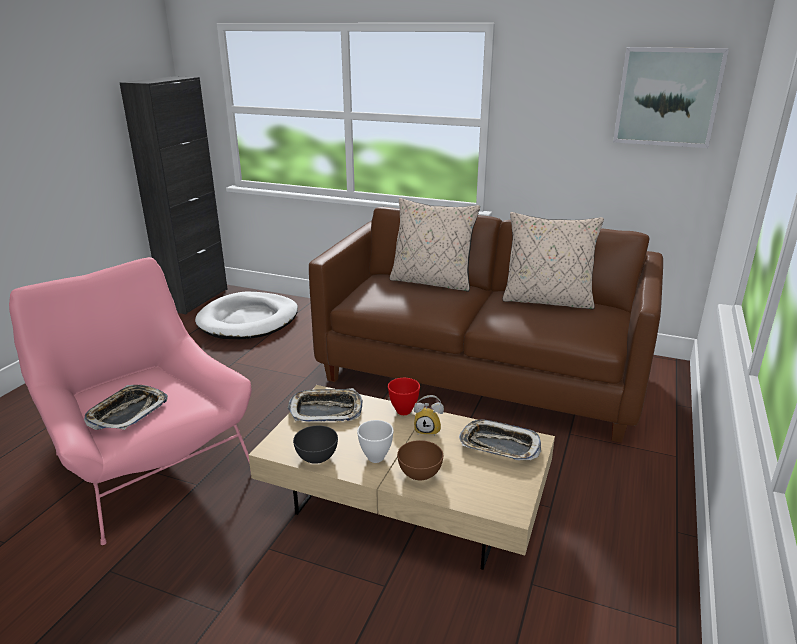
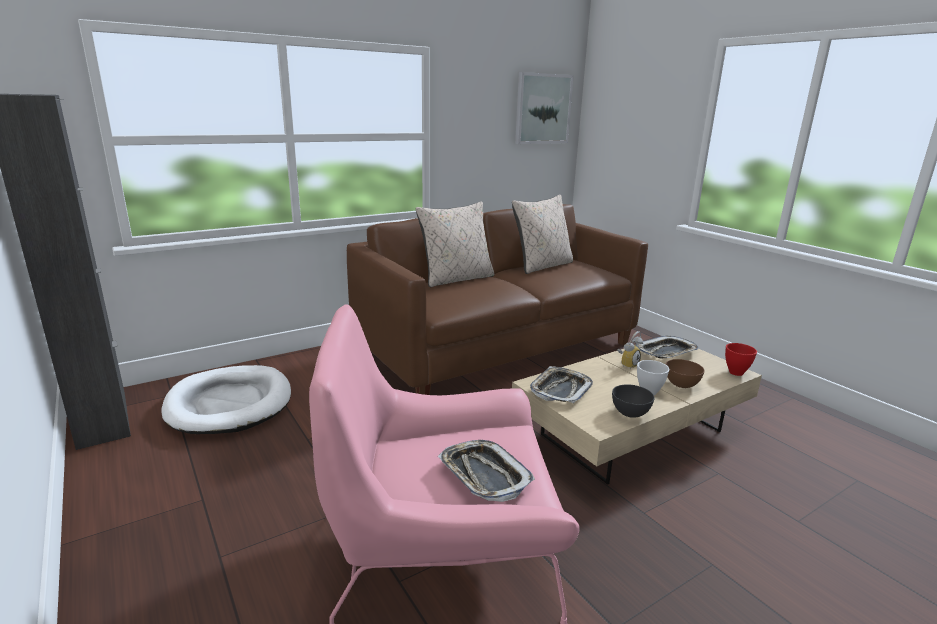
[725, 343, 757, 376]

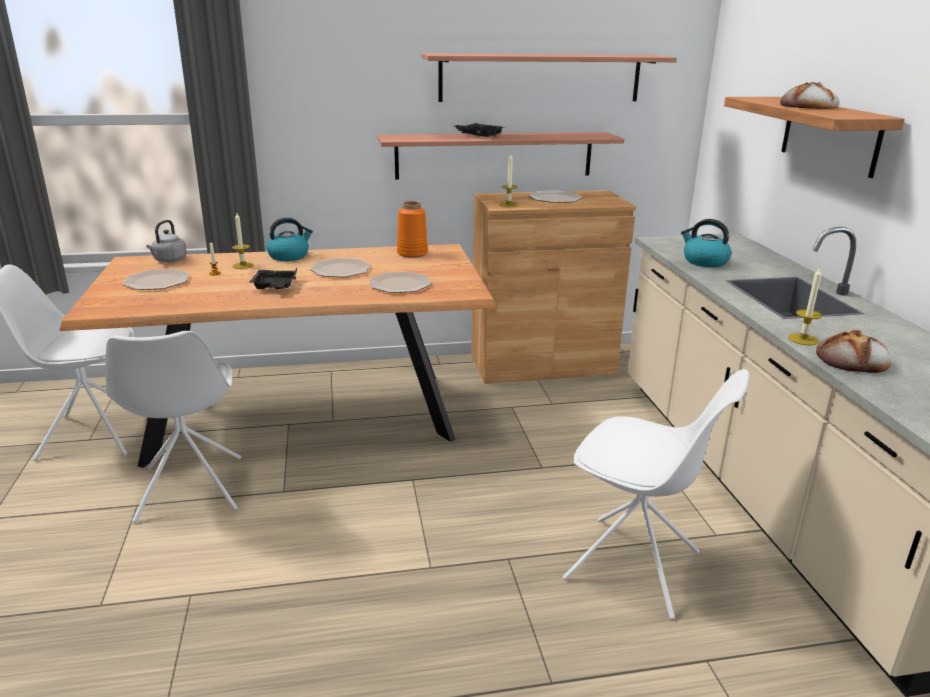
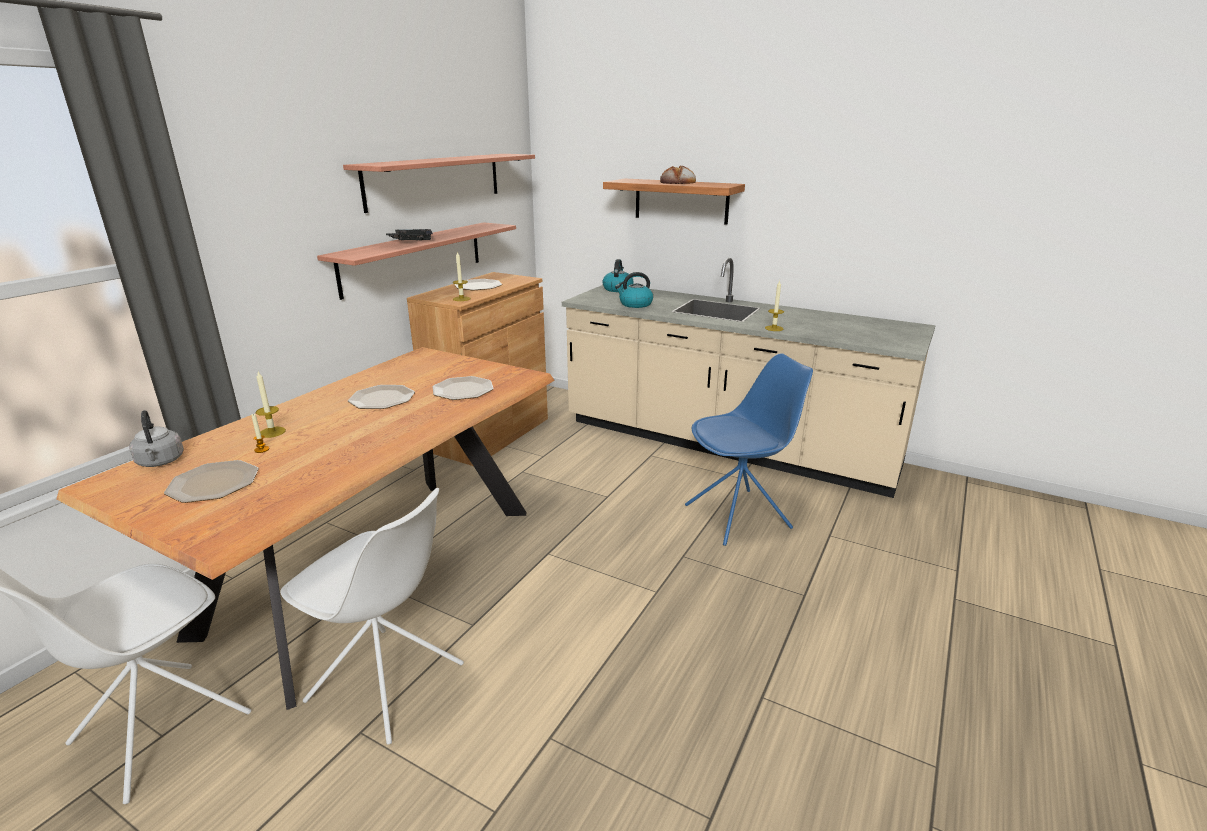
[602, 259, 634, 292]
[685, 353, 813, 546]
[249, 268, 297, 289] (first image)
[397, 201, 428, 258] (first image)
[816, 330, 891, 373] (first image)

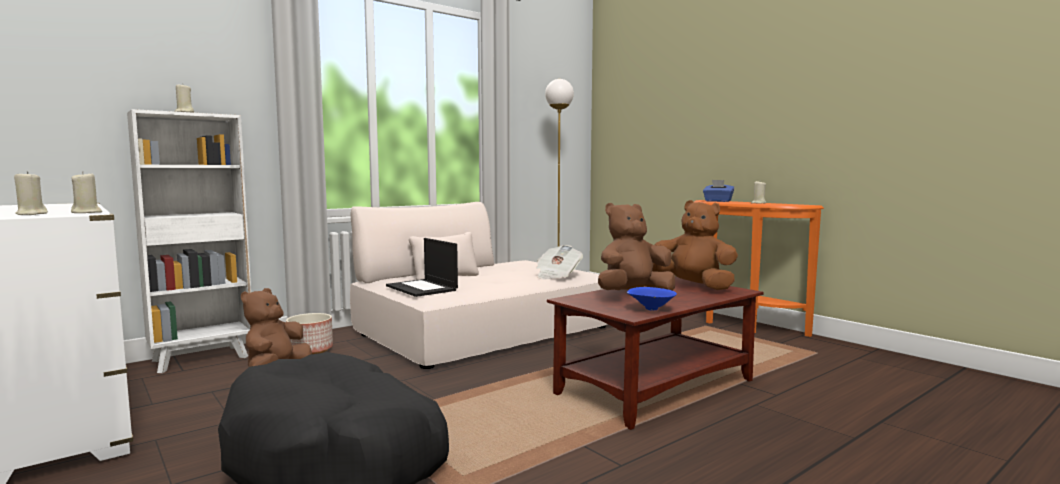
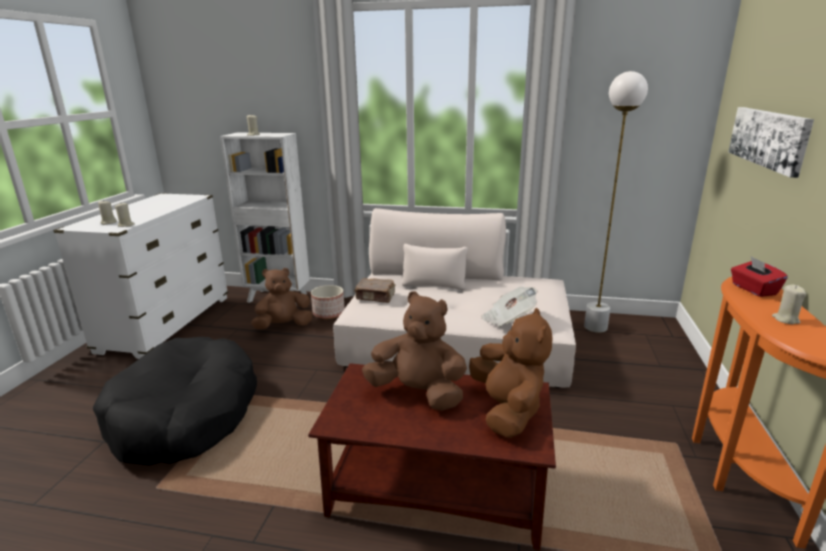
[354, 278, 395, 303]
[728, 107, 814, 178]
[731, 257, 788, 297]
[627, 287, 677, 310] (first image)

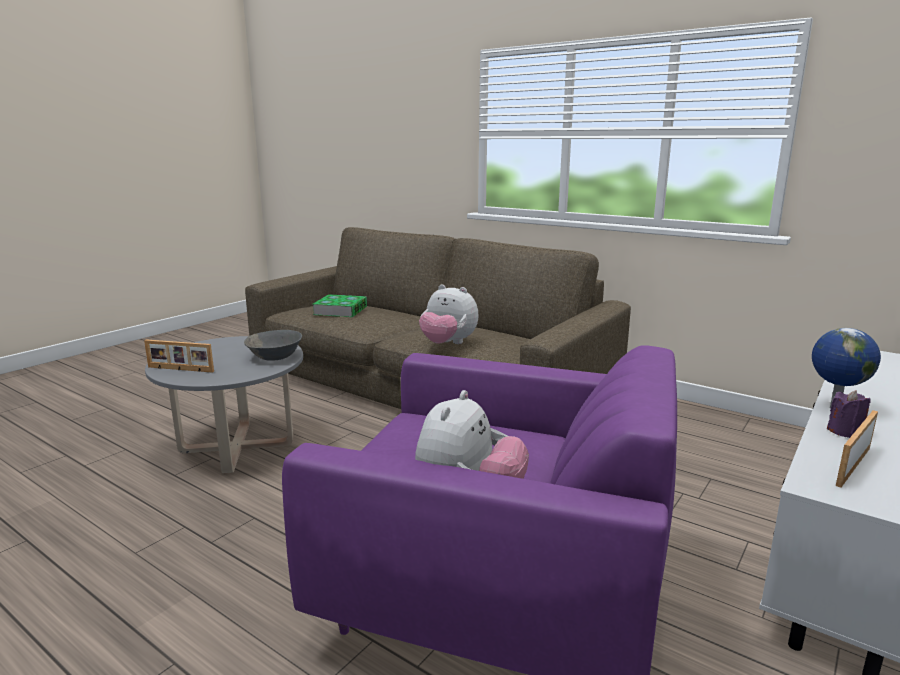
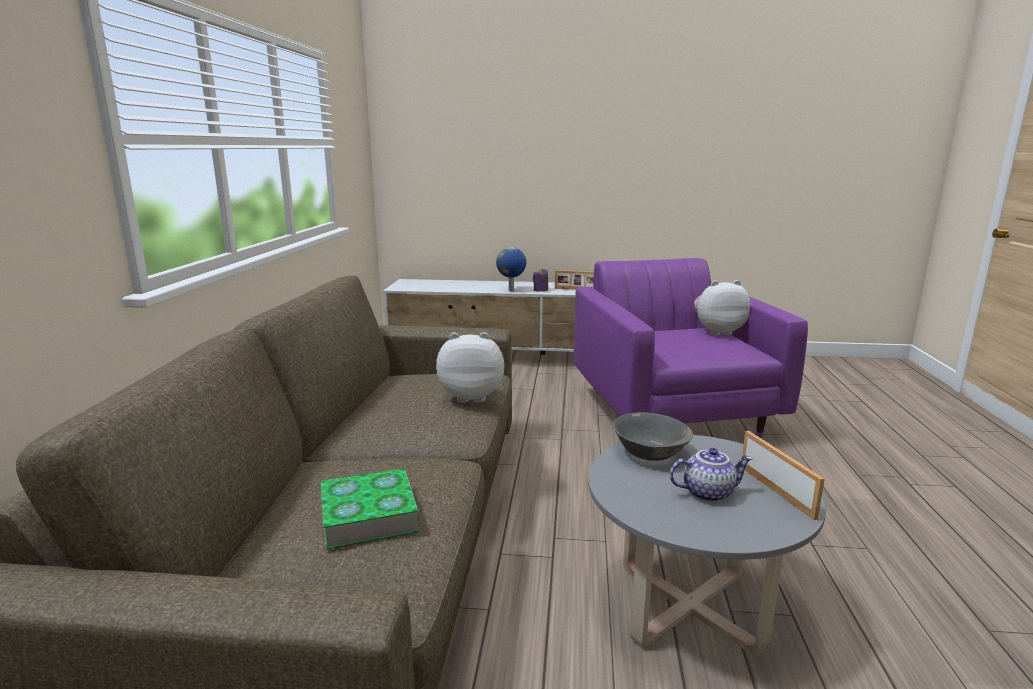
[436, 332, 504, 403]
[670, 448, 753, 502]

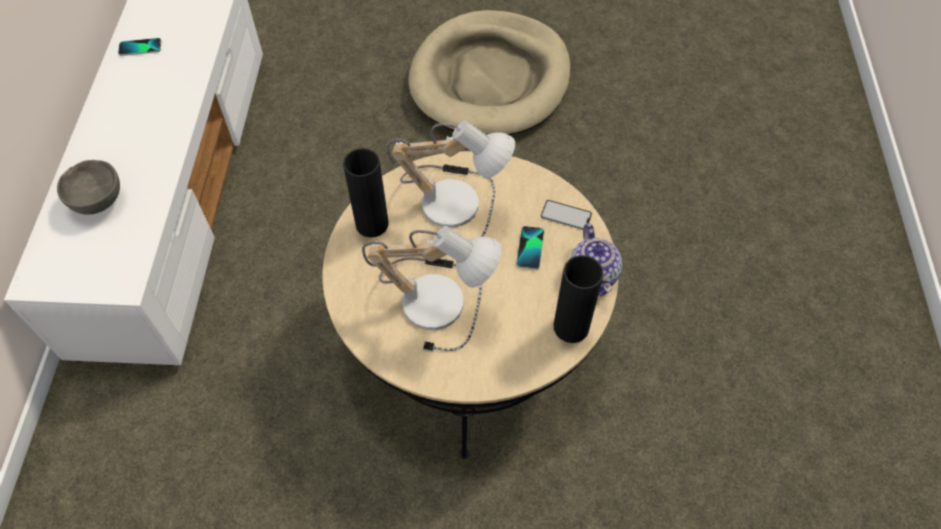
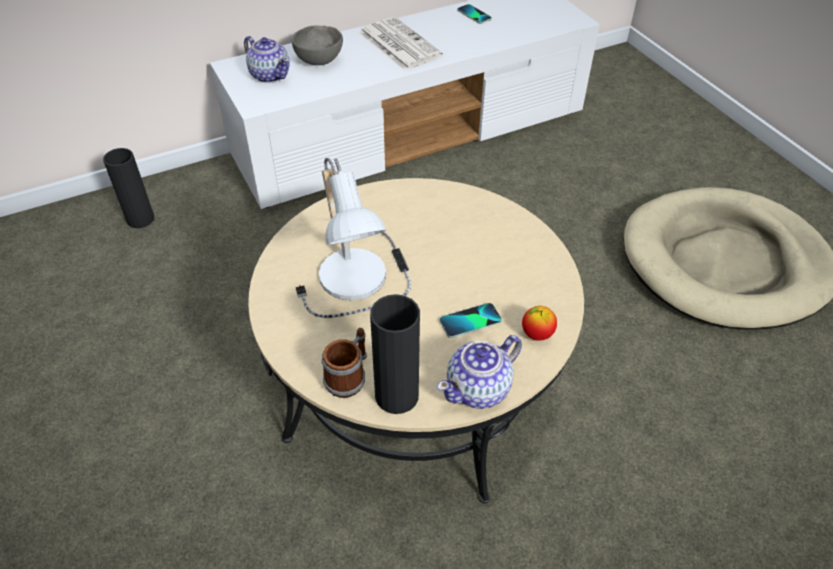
[103, 148, 154, 228]
[244, 36, 290, 83]
[322, 328, 367, 398]
[360, 17, 443, 70]
[522, 306, 557, 341]
[386, 120, 515, 237] (first image)

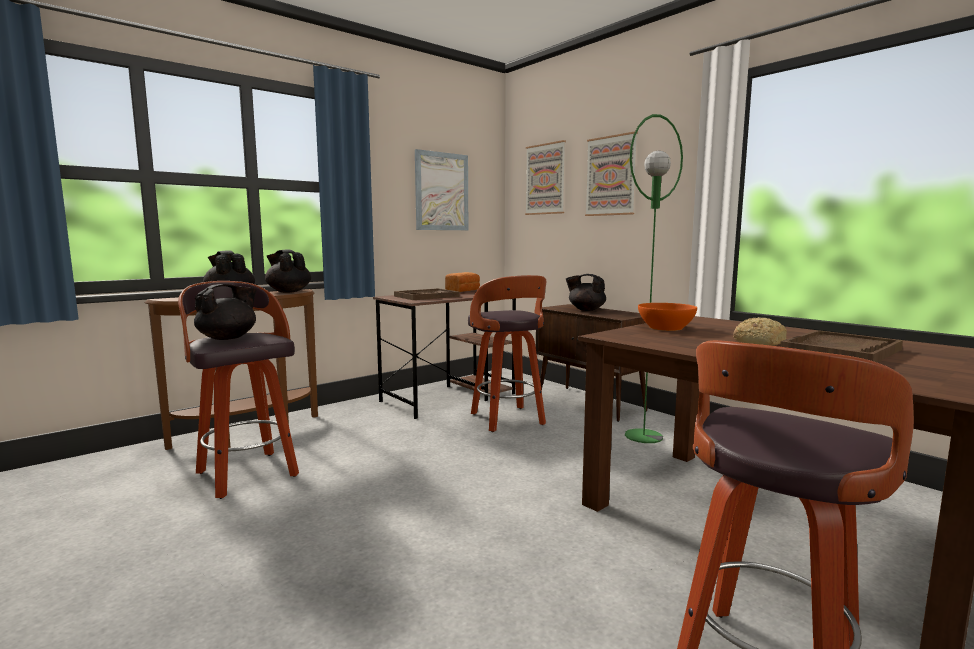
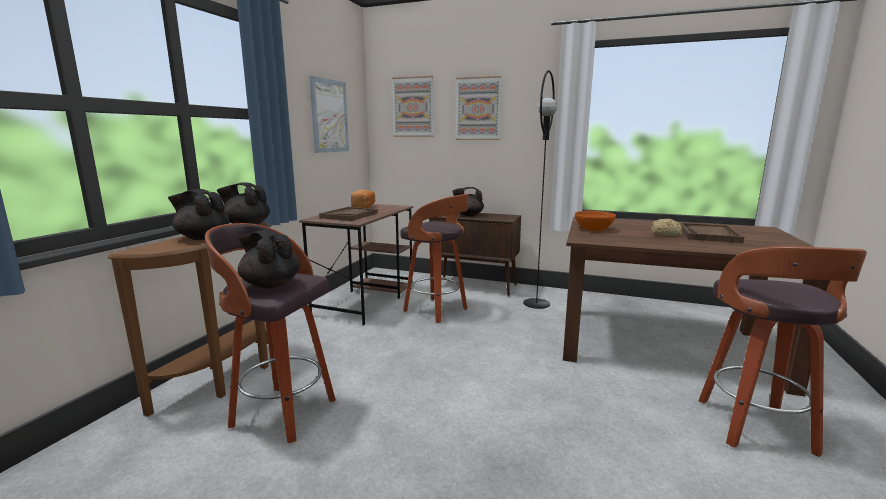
[238, 229, 300, 288]
[523, 70, 557, 309]

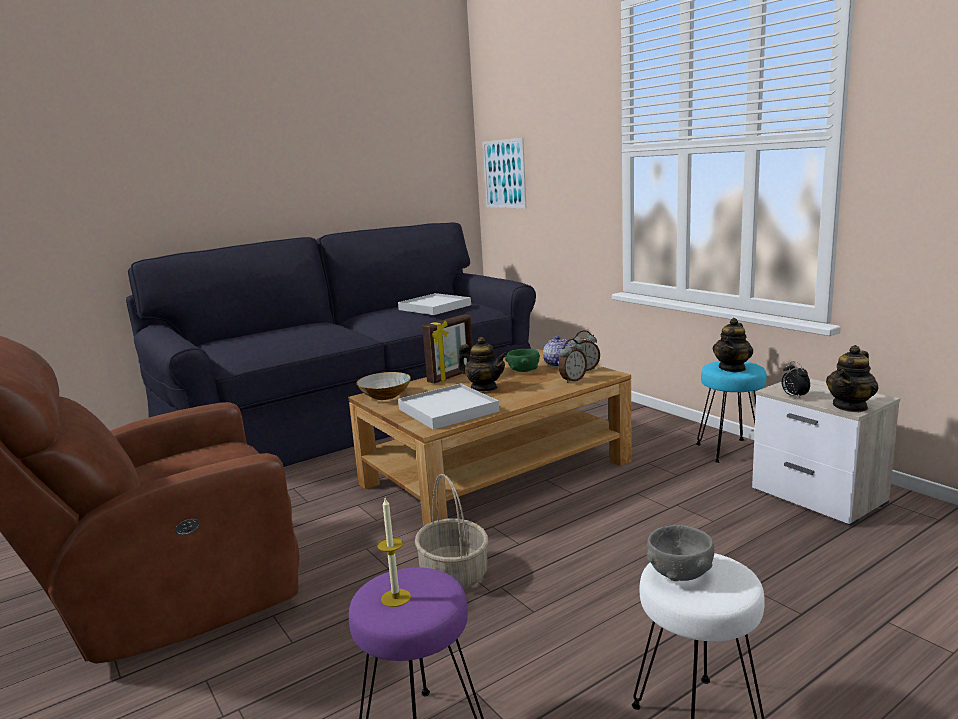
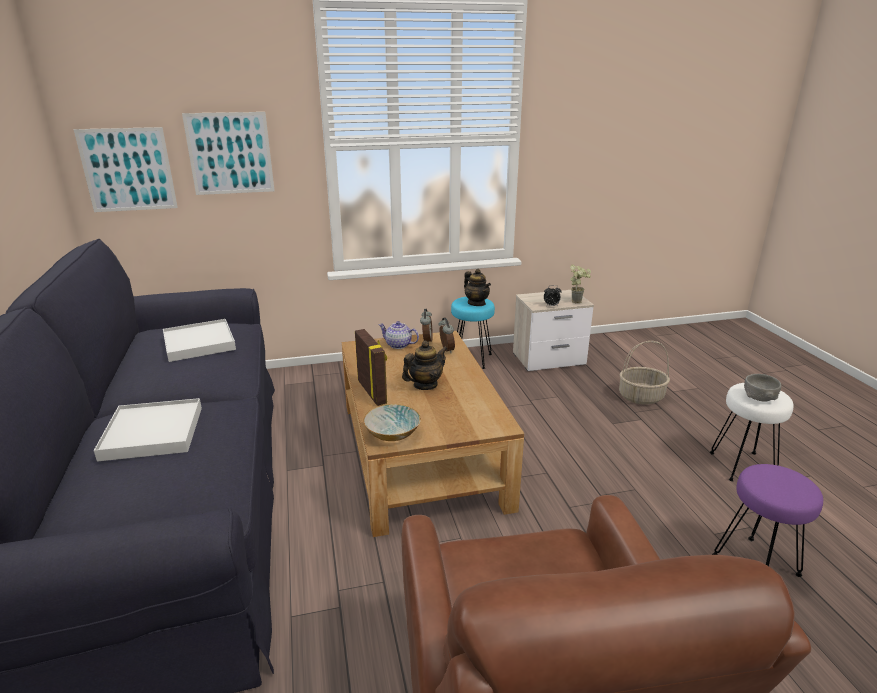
[94, 398, 202, 462]
[182, 112, 275, 195]
[570, 265, 591, 303]
[619, 341, 670, 405]
[377, 498, 411, 607] (first image)
[505, 349, 540, 372] (first image)

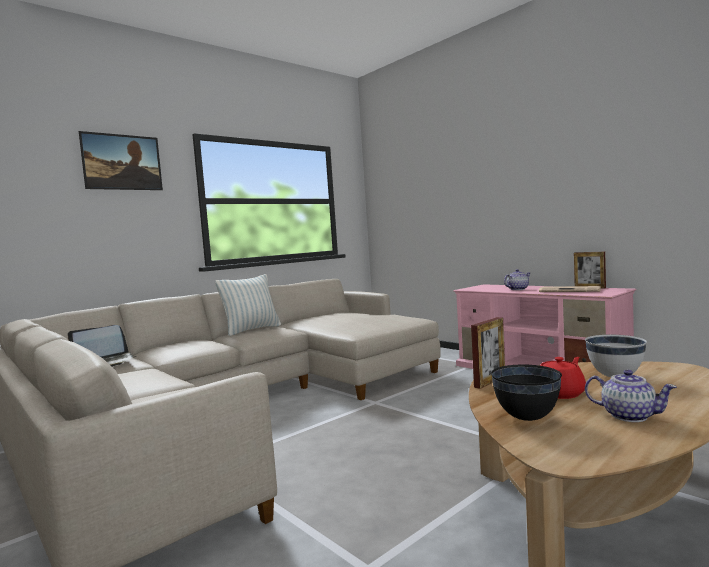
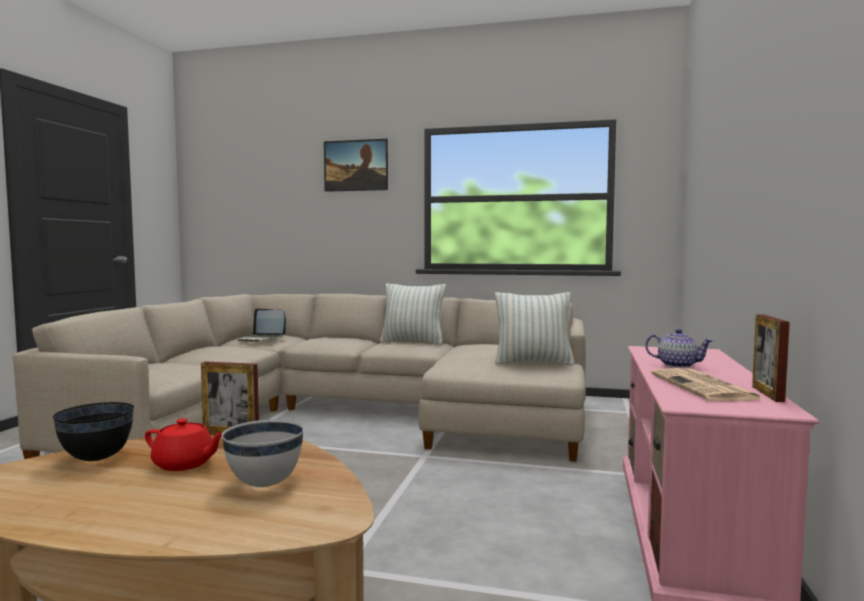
[495, 292, 574, 365]
[585, 370, 677, 422] (first image)

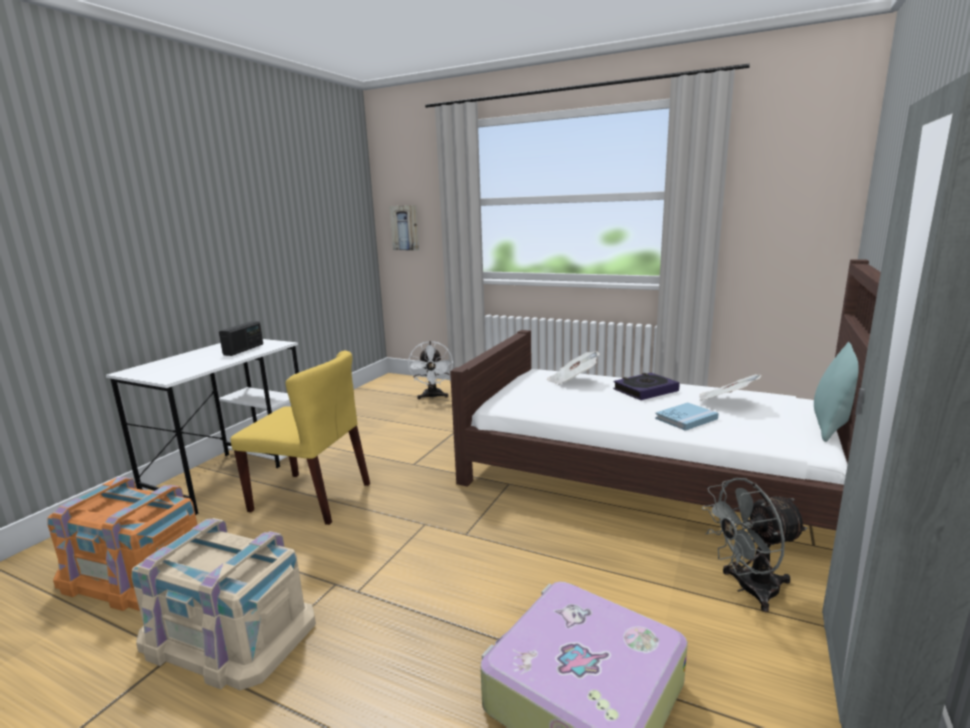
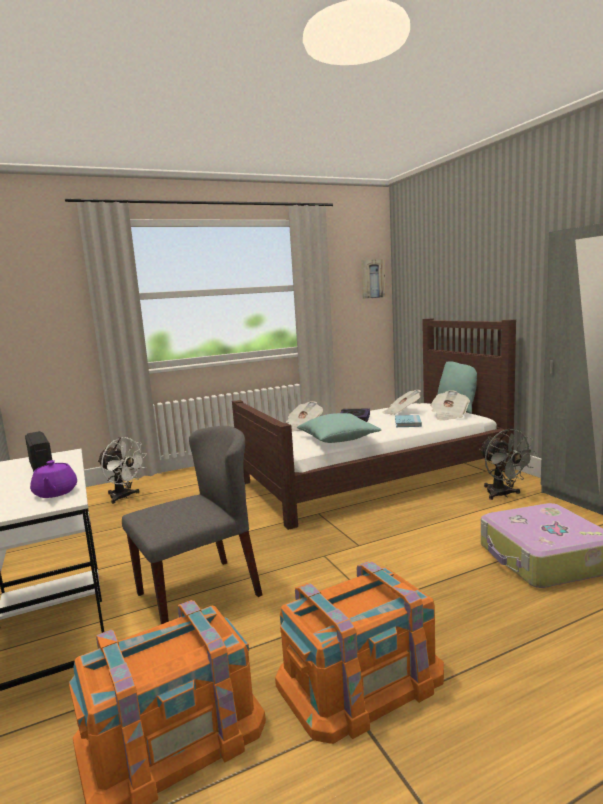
[30, 460, 77, 498]
[122, 426, 262, 624]
[275, 561, 444, 744]
[297, 413, 381, 443]
[361, 259, 386, 299]
[431, 390, 470, 421]
[479, 429, 537, 500]

